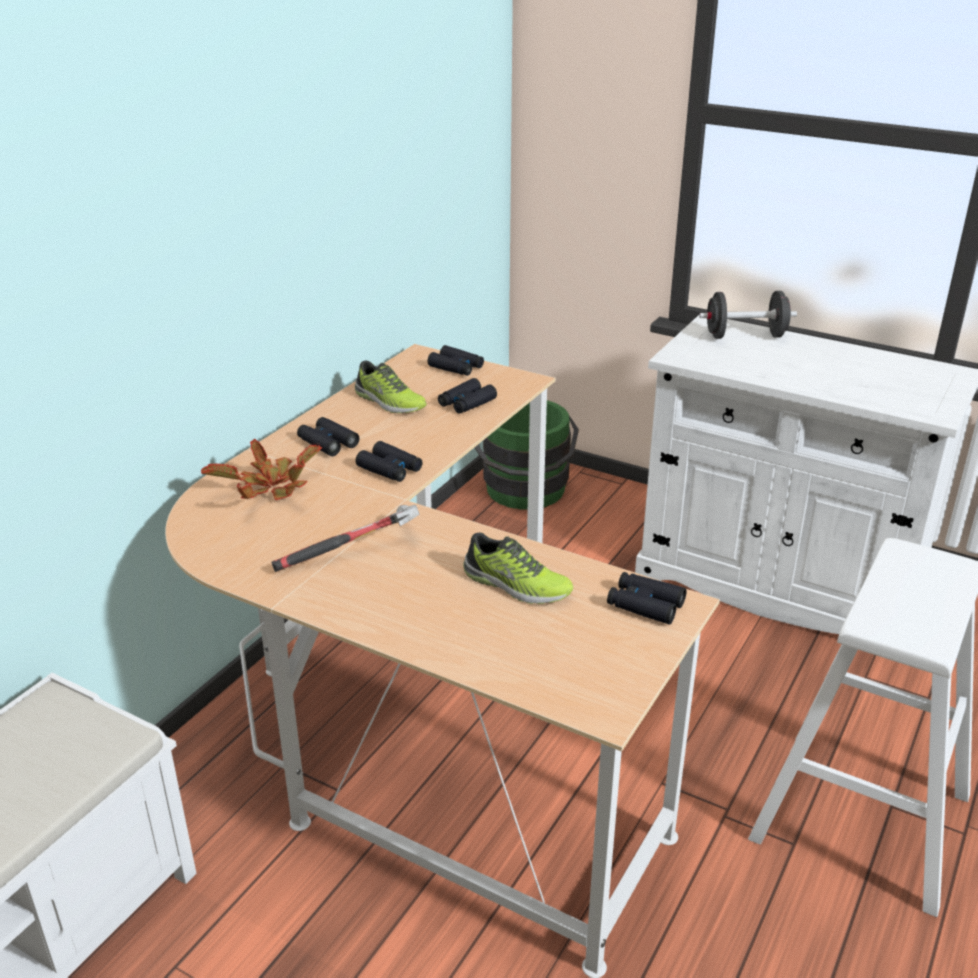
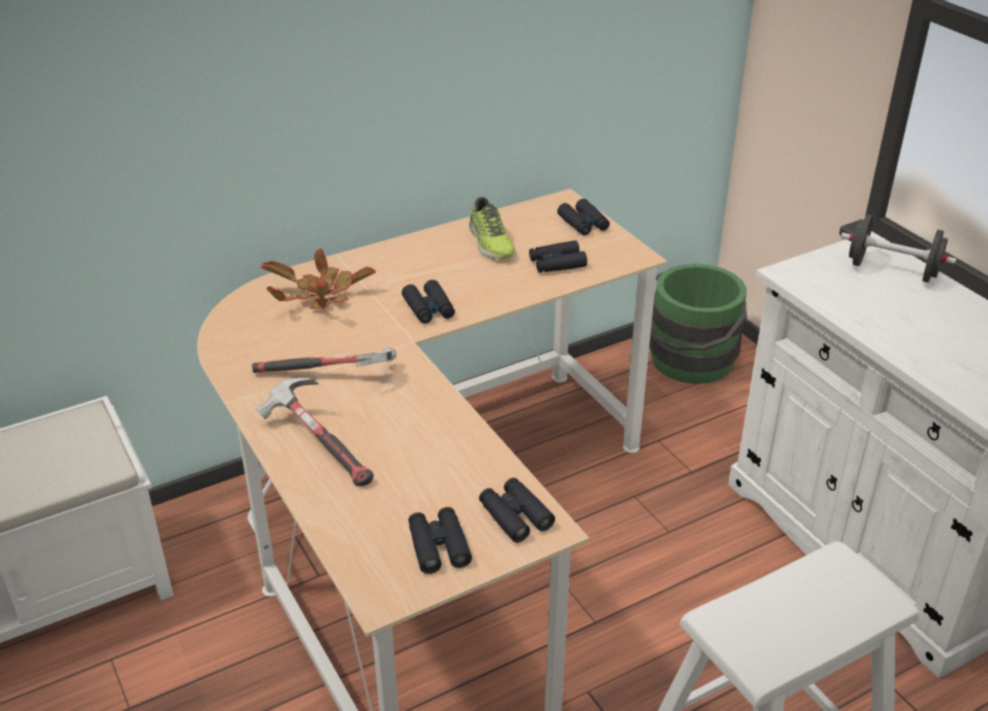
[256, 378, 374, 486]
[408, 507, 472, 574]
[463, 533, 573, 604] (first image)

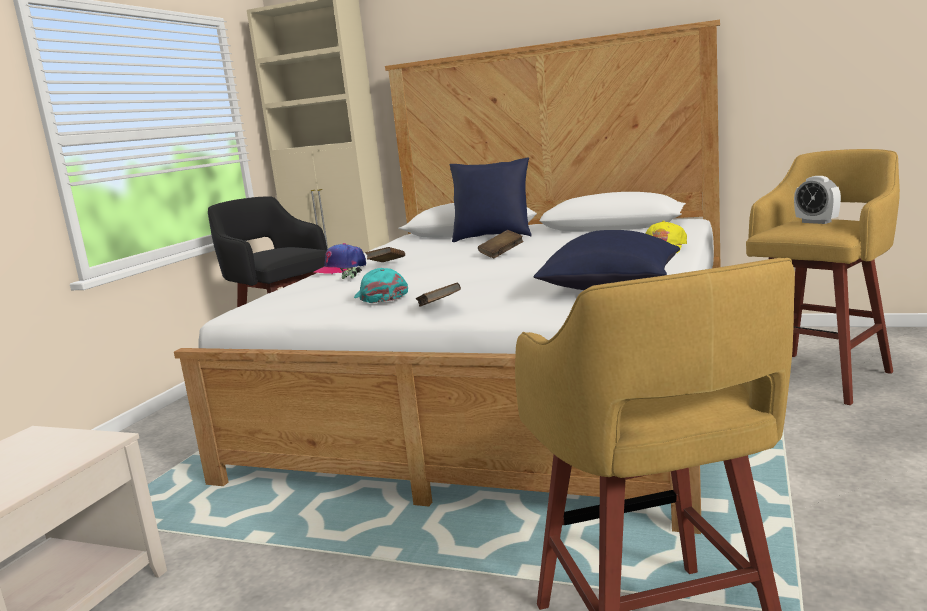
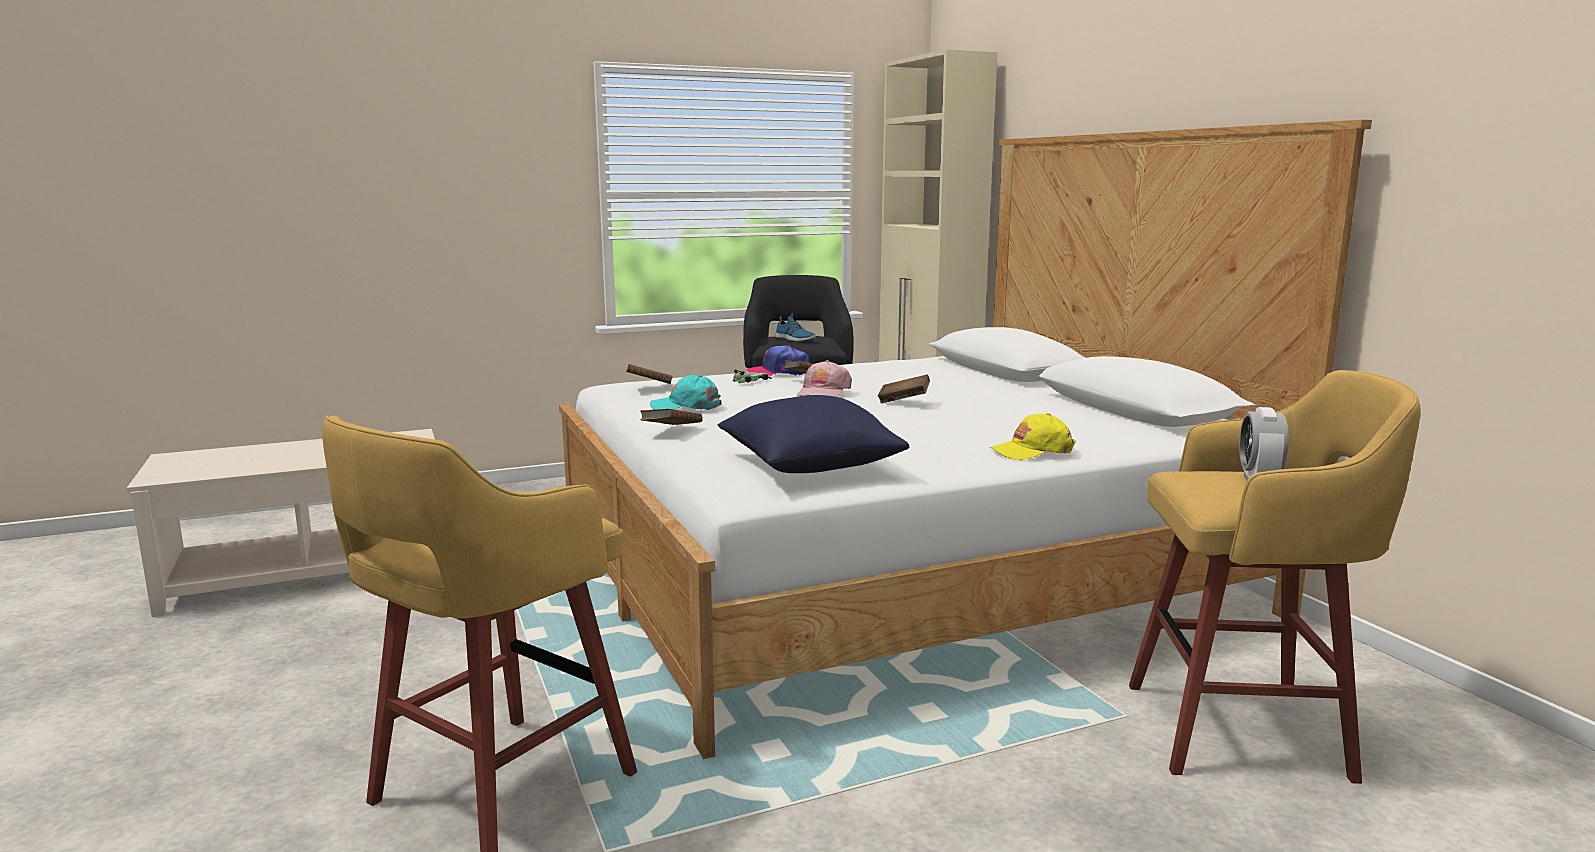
[626, 364, 672, 384]
[650, 375, 722, 410]
[775, 313, 816, 341]
[797, 360, 852, 397]
[450, 157, 532, 242] (first image)

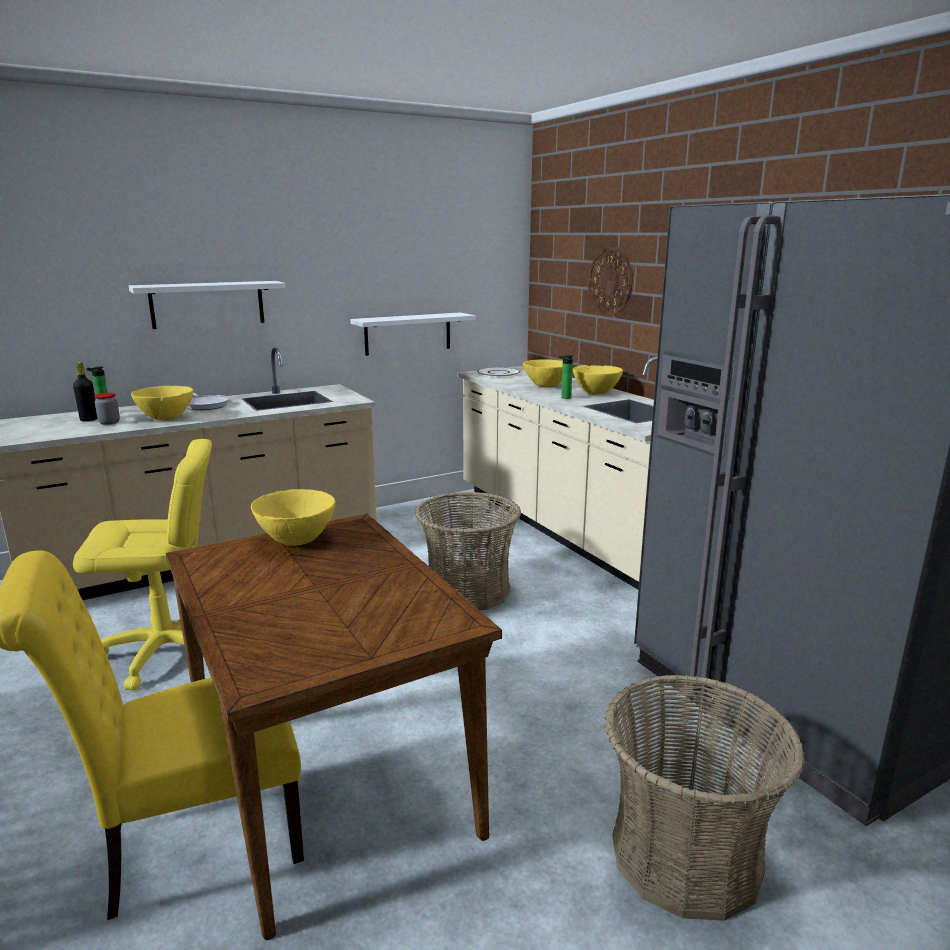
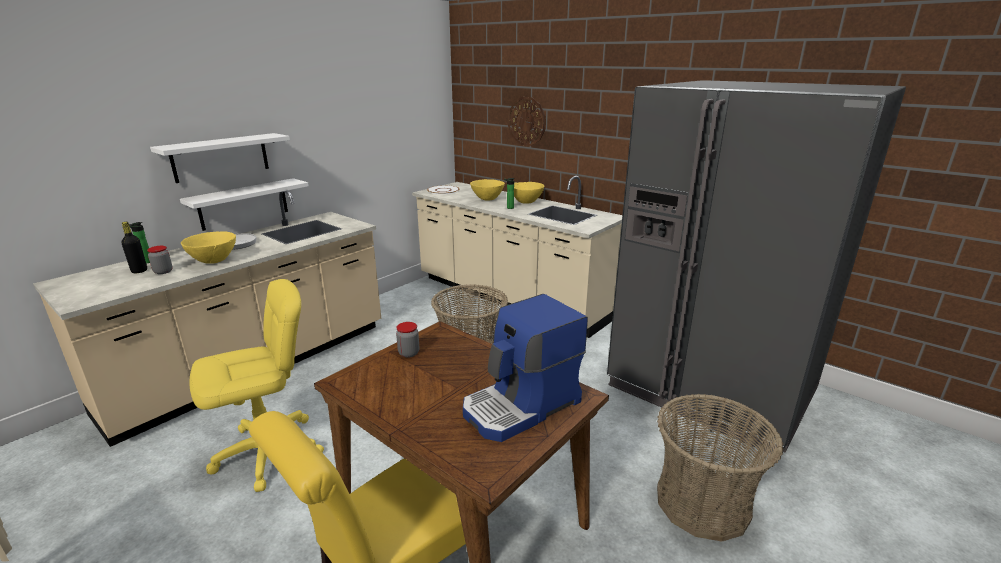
[180, 178, 309, 231]
[396, 322, 419, 358]
[463, 294, 588, 442]

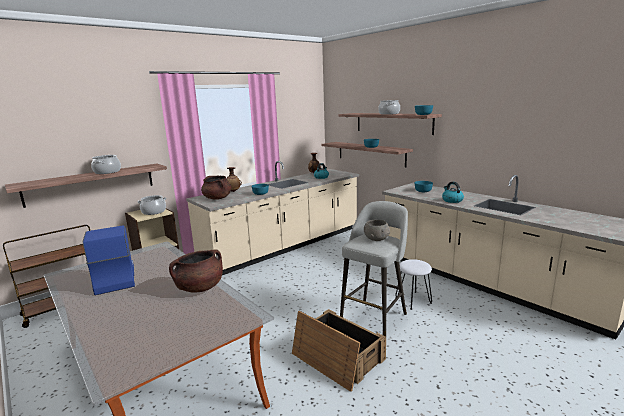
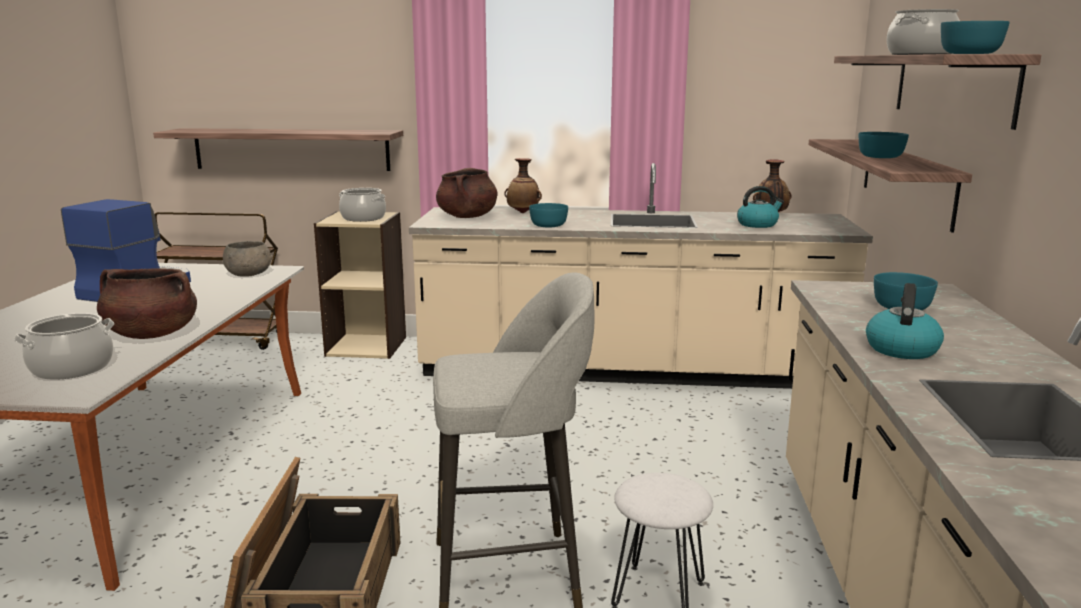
[14, 313, 114, 380]
[222, 241, 273, 277]

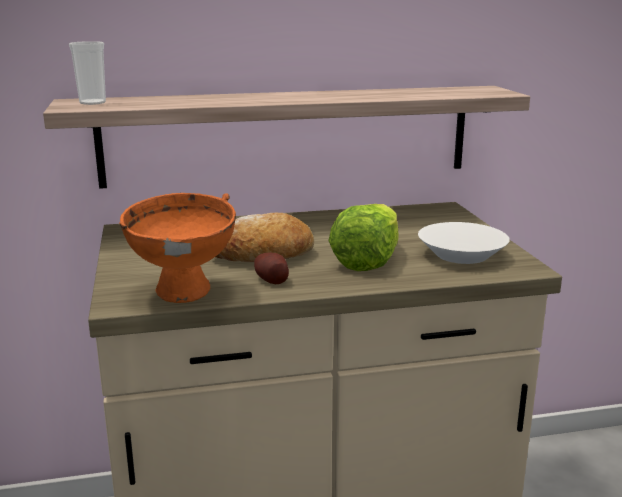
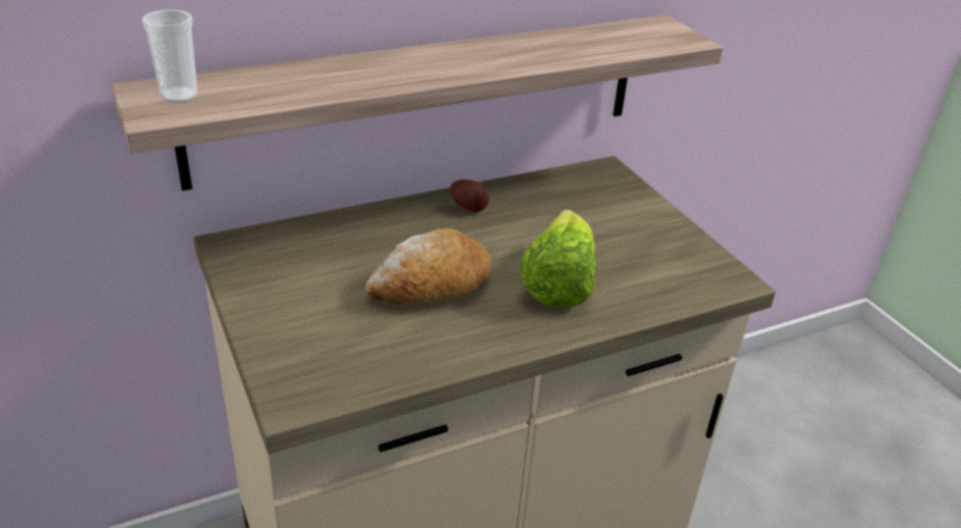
[450, 180, 489, 212]
[119, 193, 236, 303] (first image)
[418, 222, 510, 264] (first image)

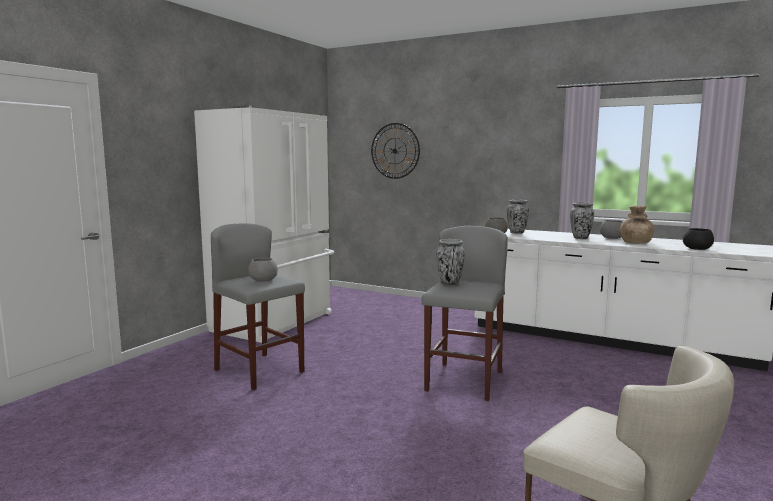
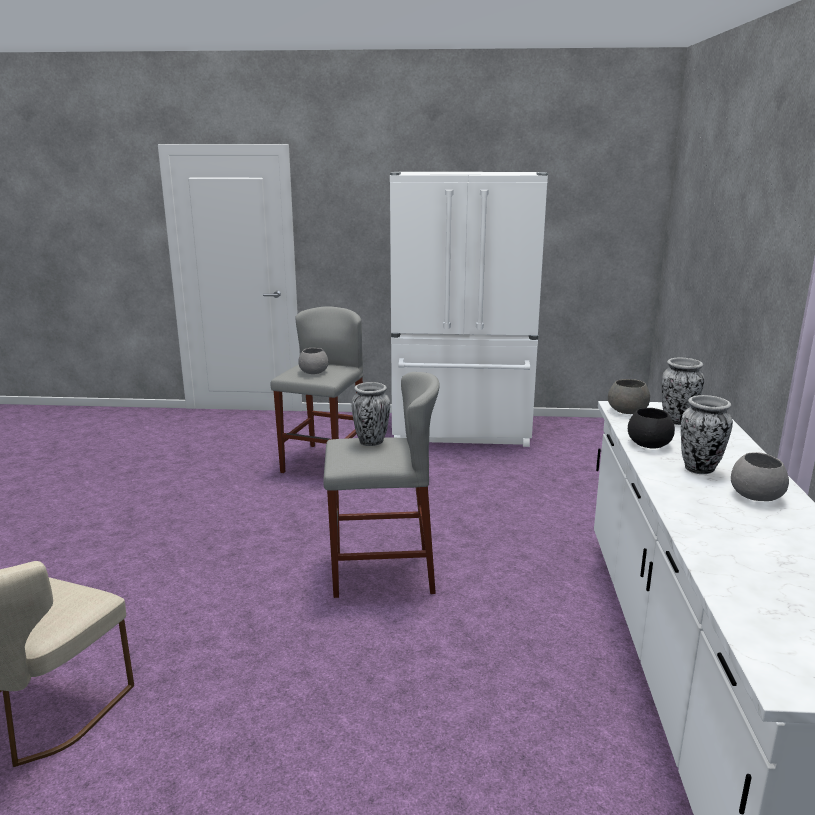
[628, 408, 675, 449]
[371, 123, 420, 179] (first image)
[620, 206, 654, 243] (first image)

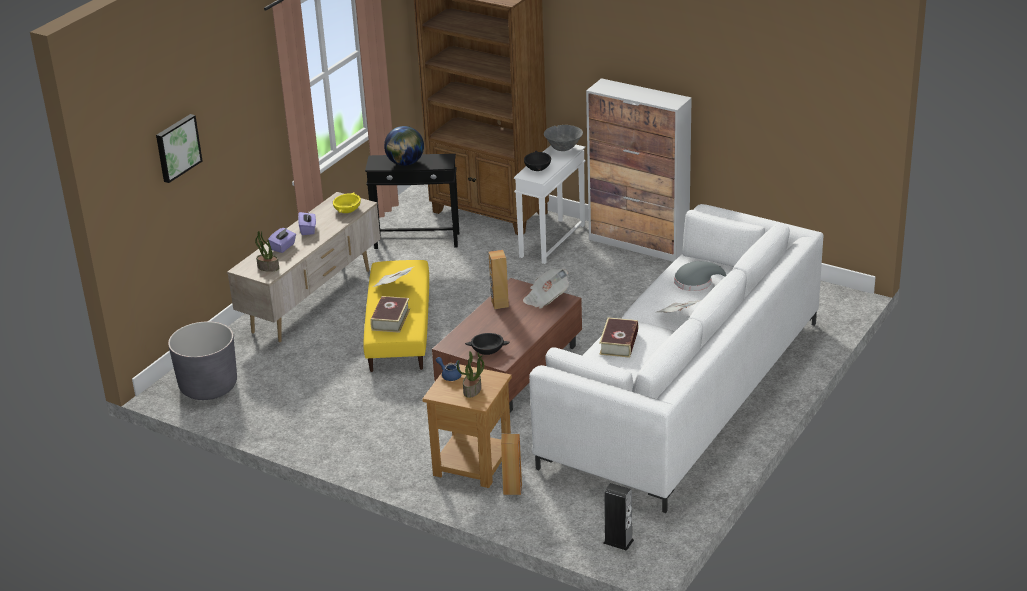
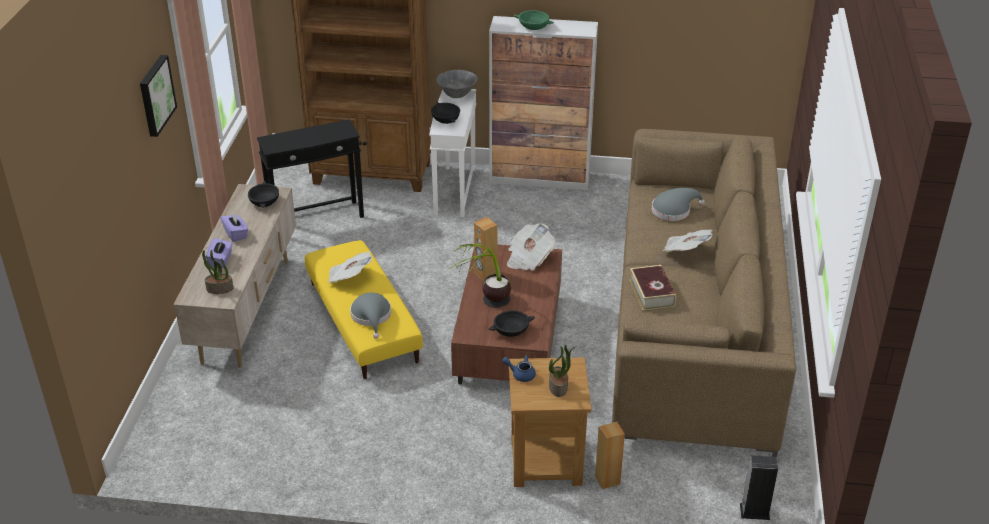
[140, 55, 177, 137]
[248, 181, 279, 208]
[350, 292, 391, 339]
[449, 244, 511, 308]
[514, 10, 554, 30]
[612, 129, 796, 457]
[168, 321, 237, 400] (first image)
[384, 126, 424, 166] (first image)

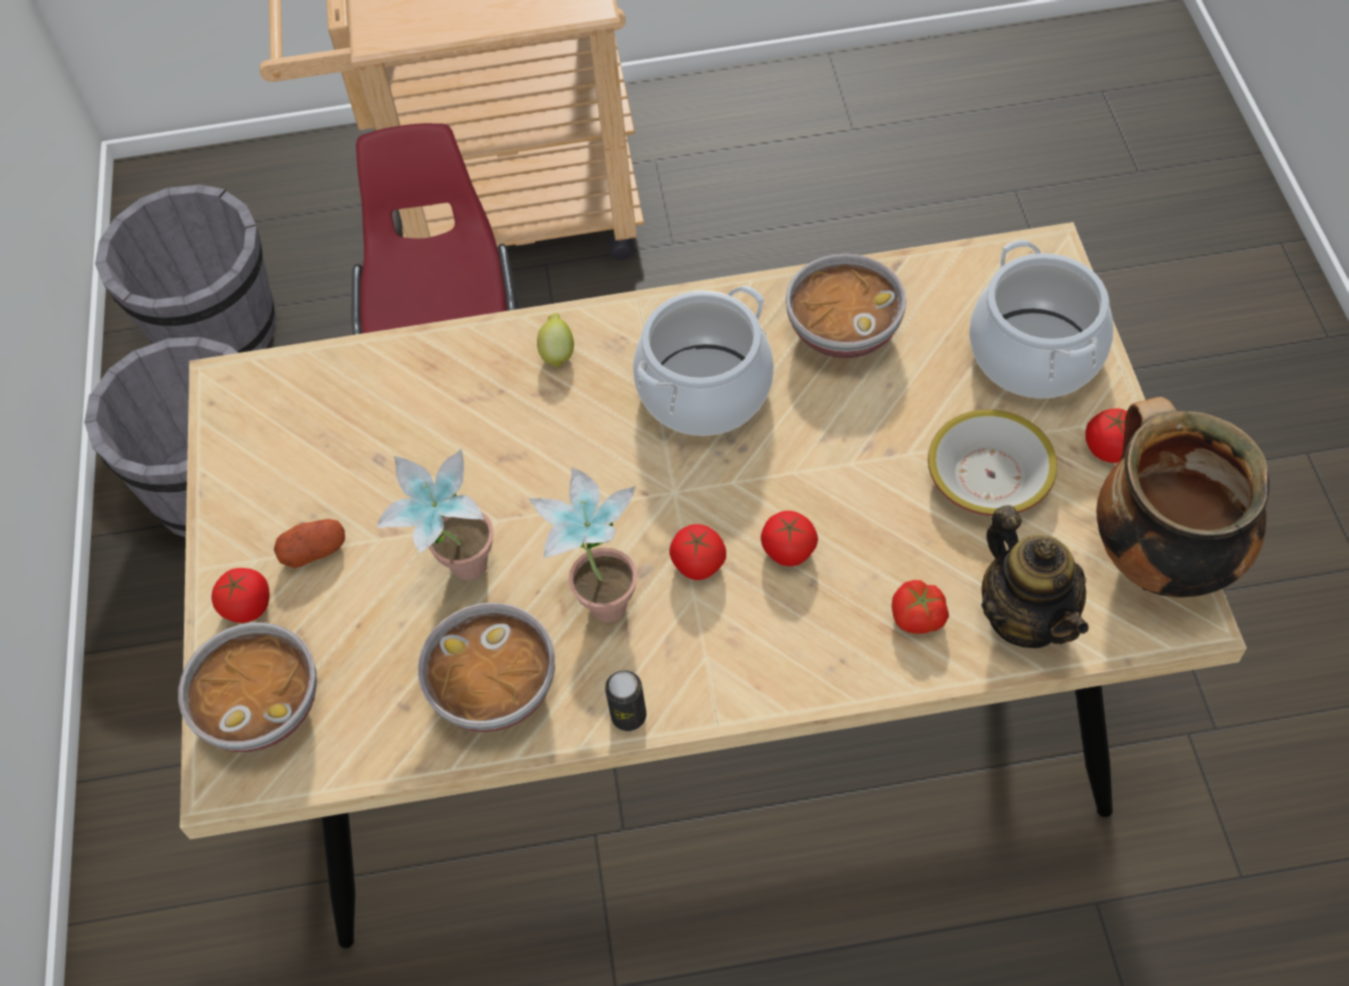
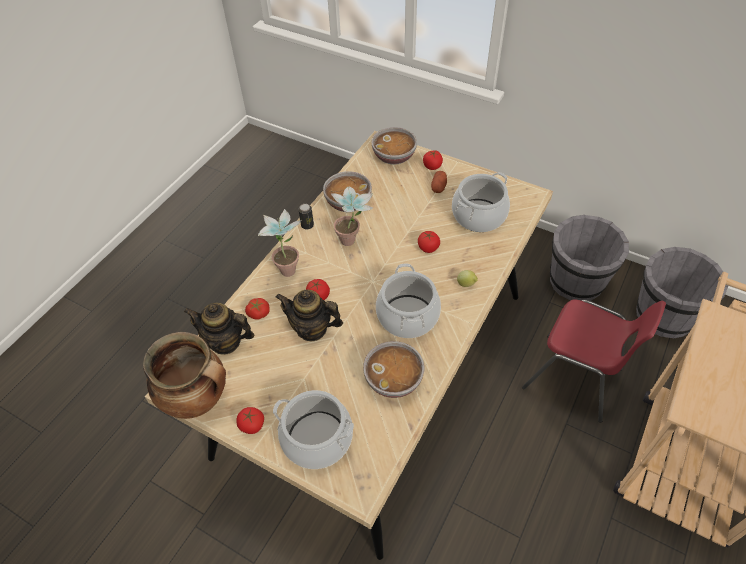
[258, 209, 301, 277]
[275, 290, 343, 342]
[418, 231, 440, 253]
[452, 172, 510, 232]
[928, 409, 1057, 516] (first image)

